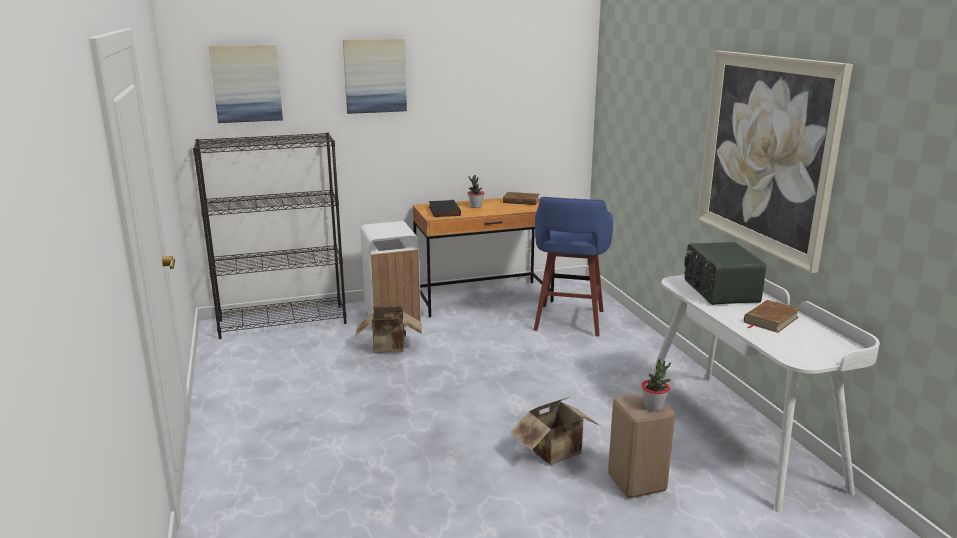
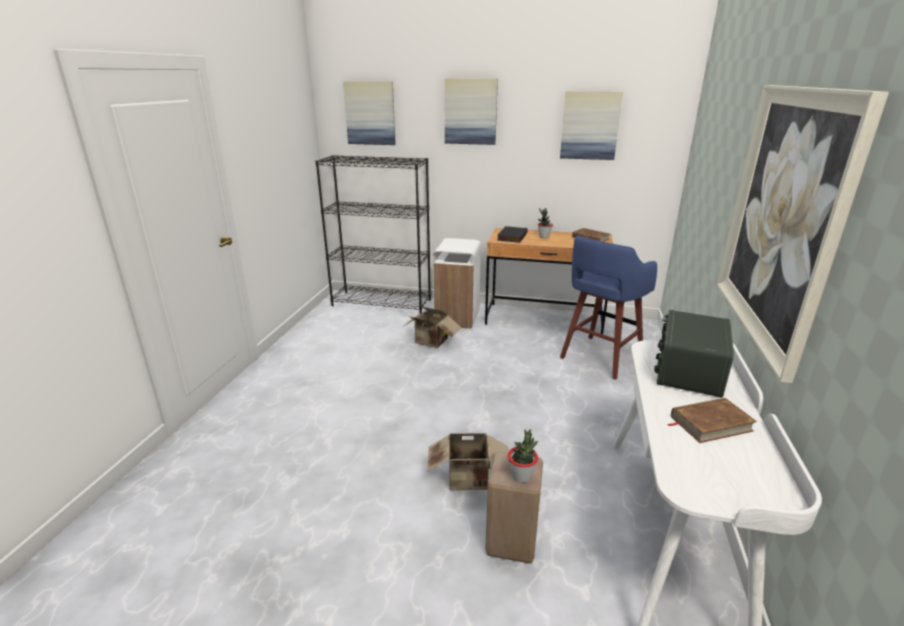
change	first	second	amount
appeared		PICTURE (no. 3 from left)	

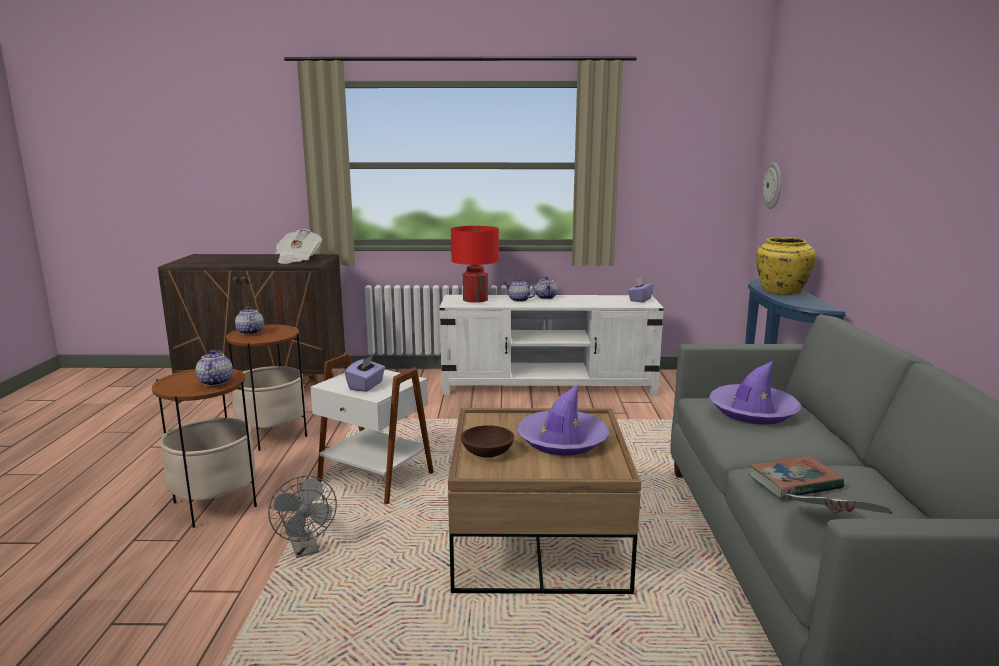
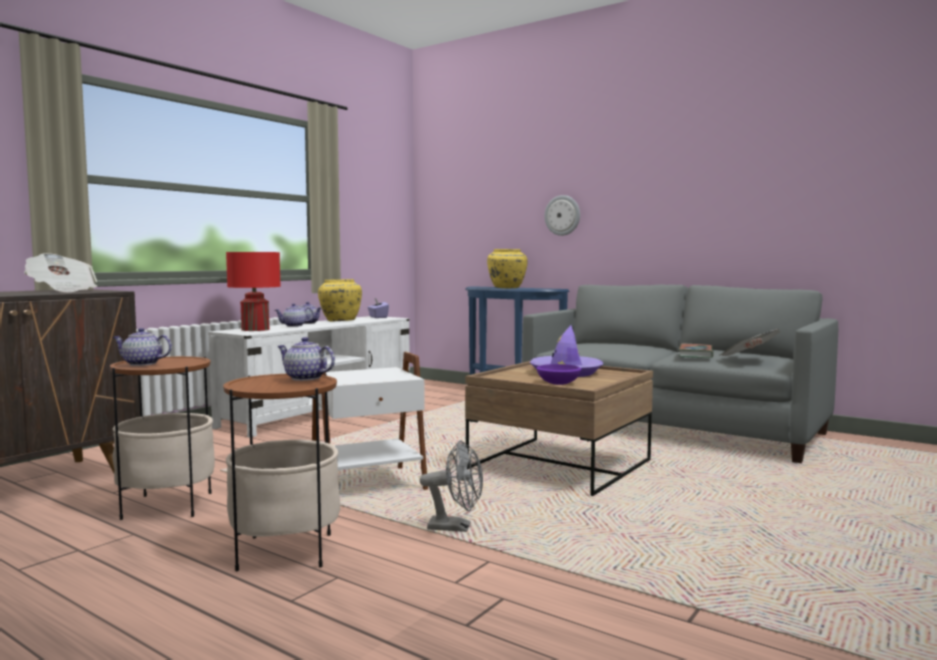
change	first	second	amount
missing	PURPLE-COLOURED BOX OF TISSUES (no. 1 from left)		
missing	PURPLE-COLOURED WEARABLE HAT (no. 2 from left)		
appeared		YELLOW FLOWER VASE (no. 1 from left)	
relocated	HANGING CLOCK		
colour	BROWN-COLOURED DEEP DISH	PURPLE-COLOURED DEEP DISH	

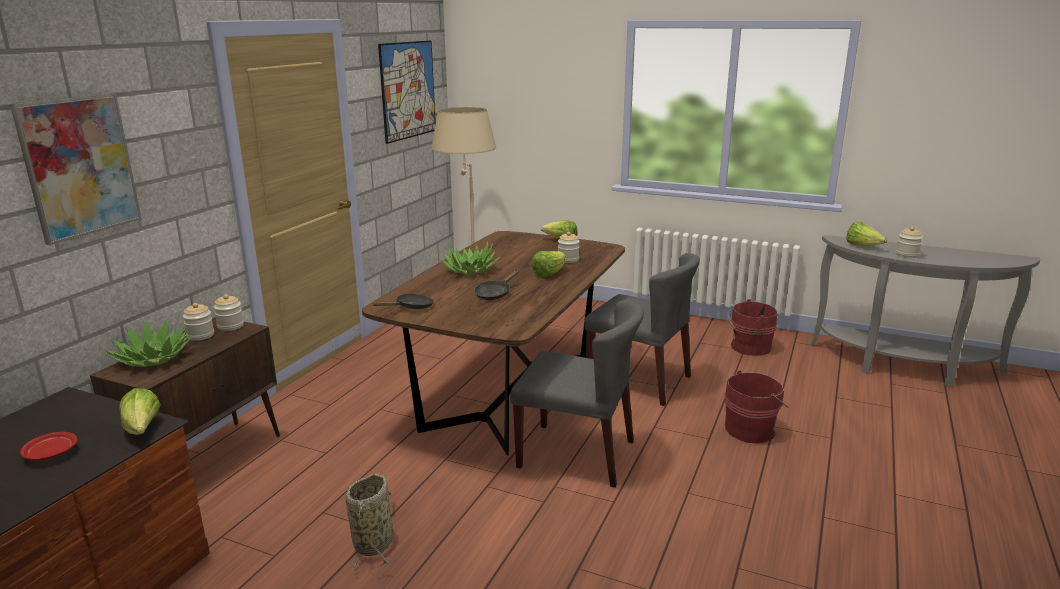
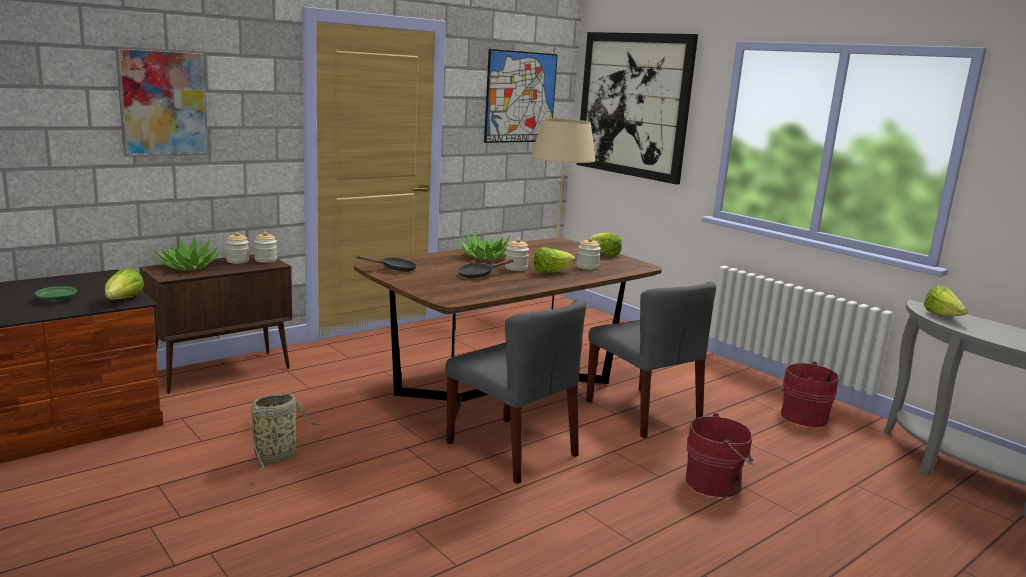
change	first	second	amount
appeared		PICTURE (no. 3 from left)	
relocated	PRESERVE JAR (no. 4 from left in the first image)	PRESERVE JAR (no. 3 from left)	
colour	RED DINNER PLATE	GREEN-COLOURED DINNER PLATE	

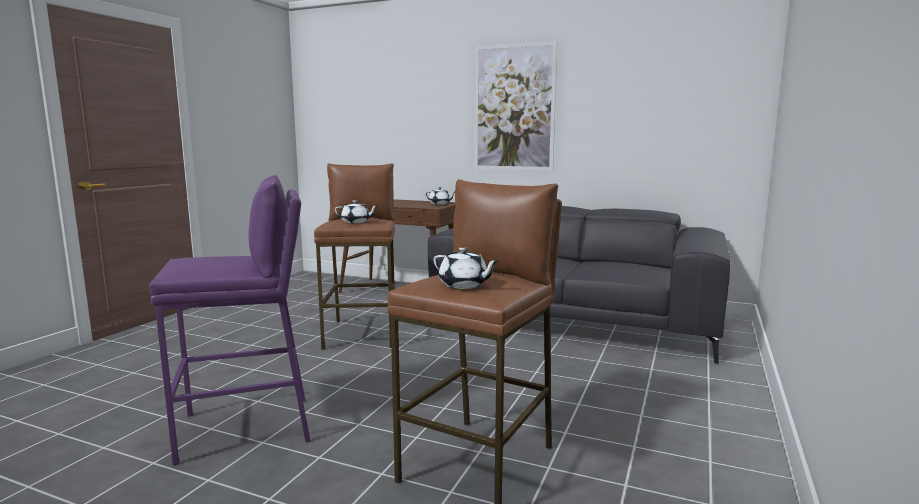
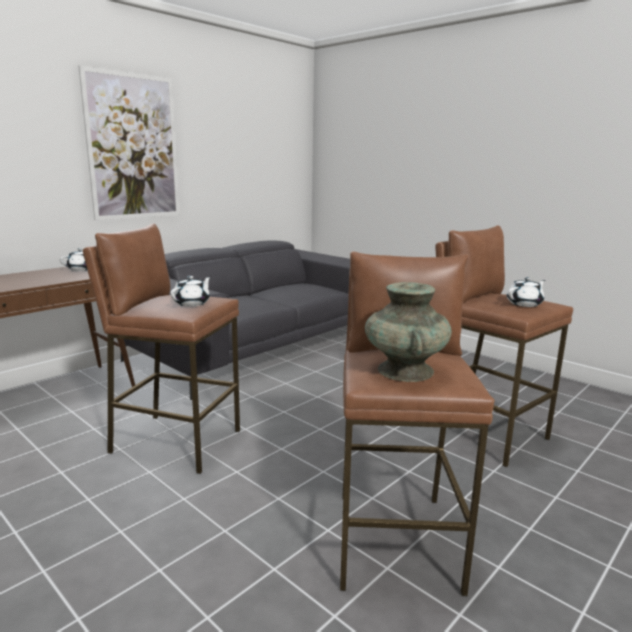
change	first	second	amount
appeared		TURQUOISE FLOWER VASE	
colour	PURPLE-COLOURED STOOL SEAT	BROWN-COLOURED STOOL SEAT (no. 2 from left)	

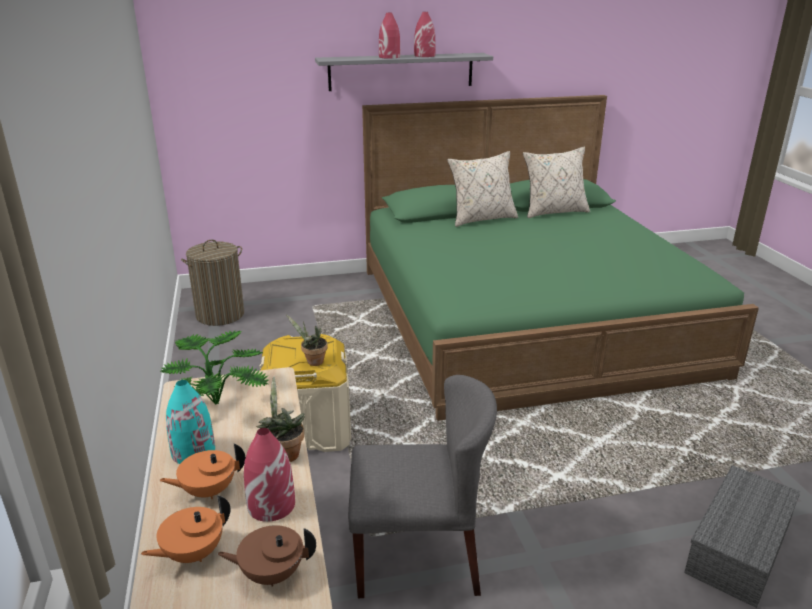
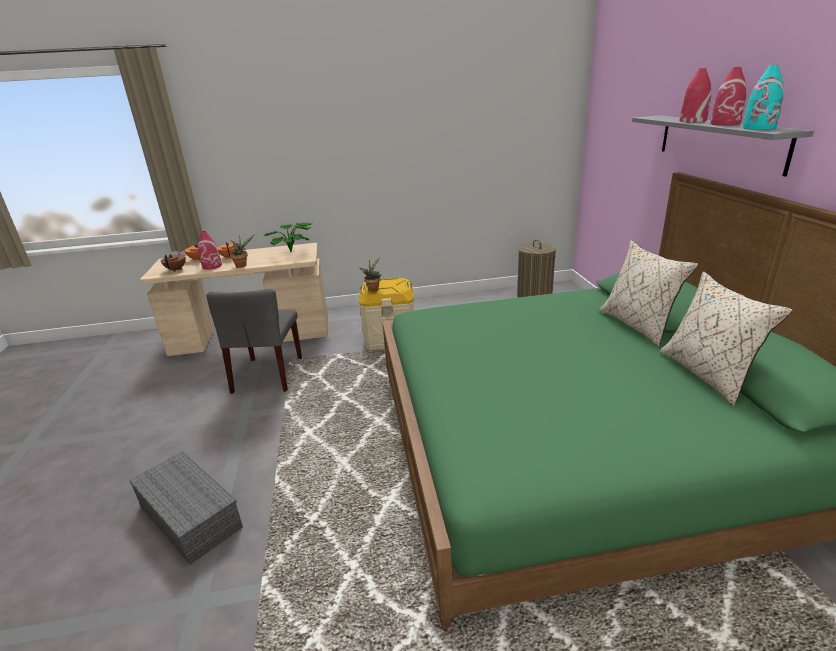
change	first	second	amount
relocated	TURQUOISE FLOWER VASE		

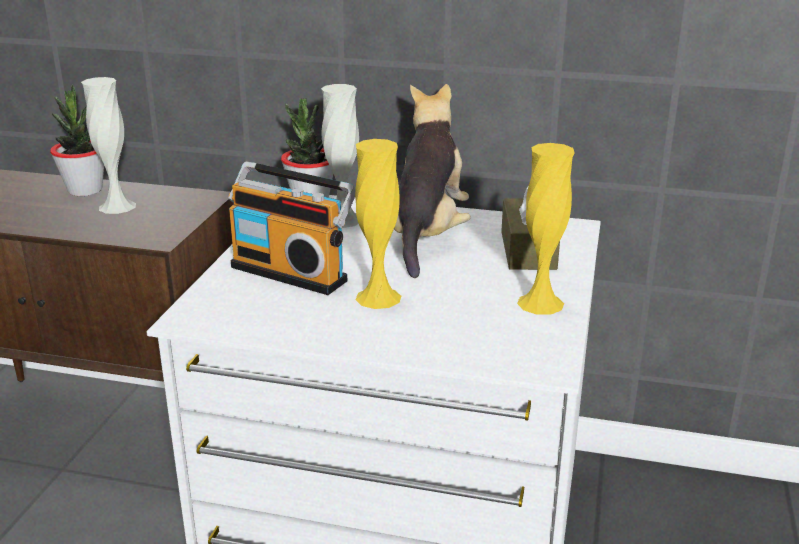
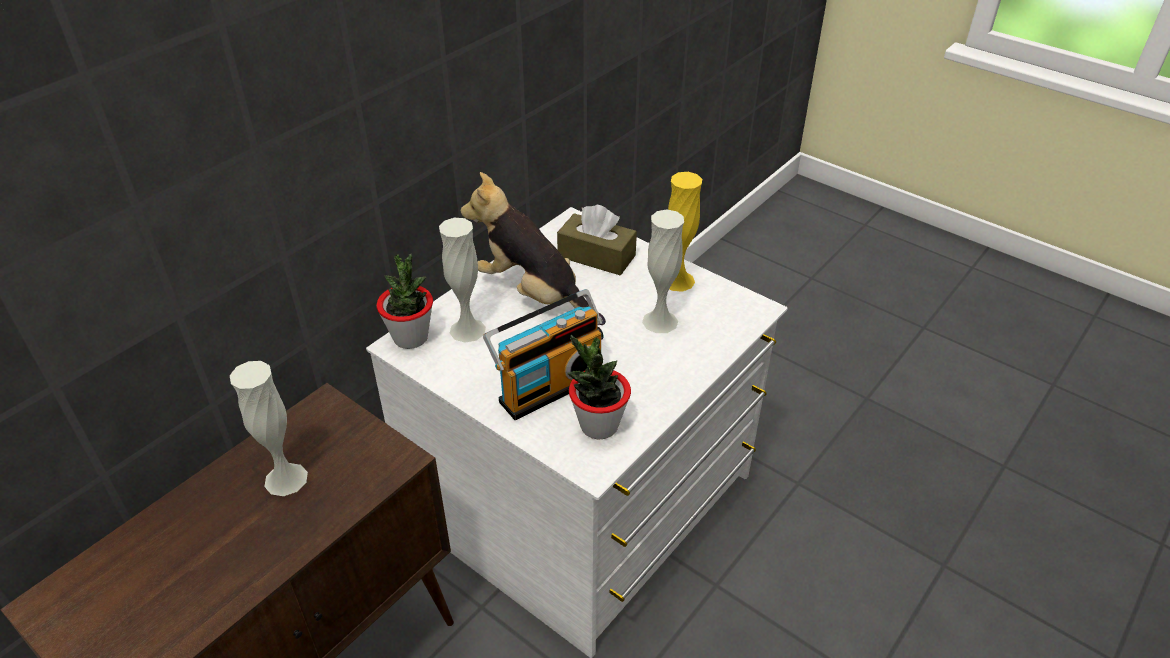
change	first	second	amount
missing	YELLOW FLOWER VASE (no. 1 from left)		
appeared		WHITE FLOWER VASE (no. 3 from left)	
relocated	PLANT IN A POT (no. 1 from left in the first image)	PLANT IN A POT (no. 2 from left)	

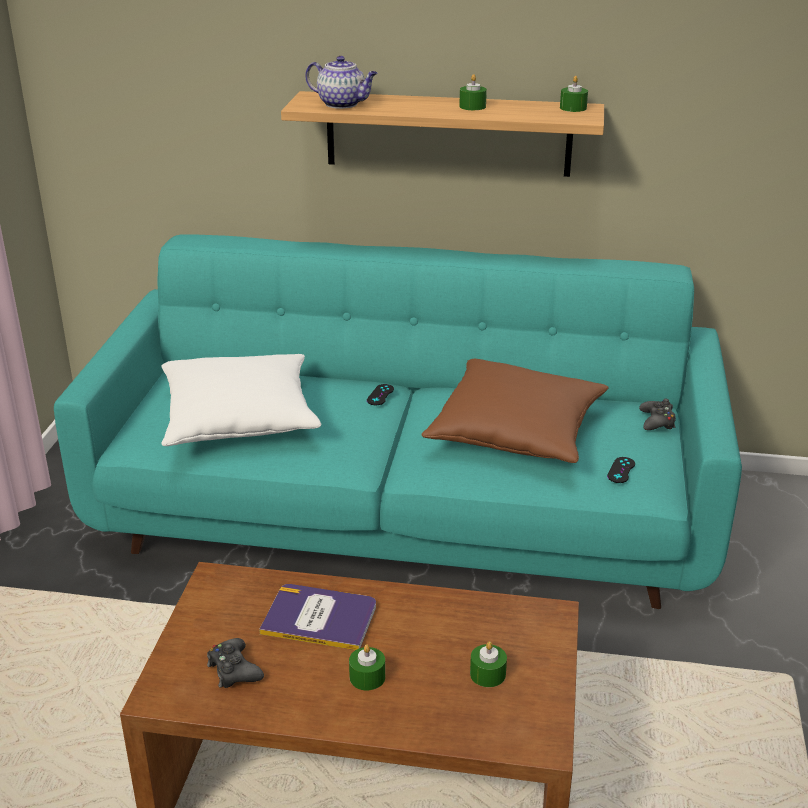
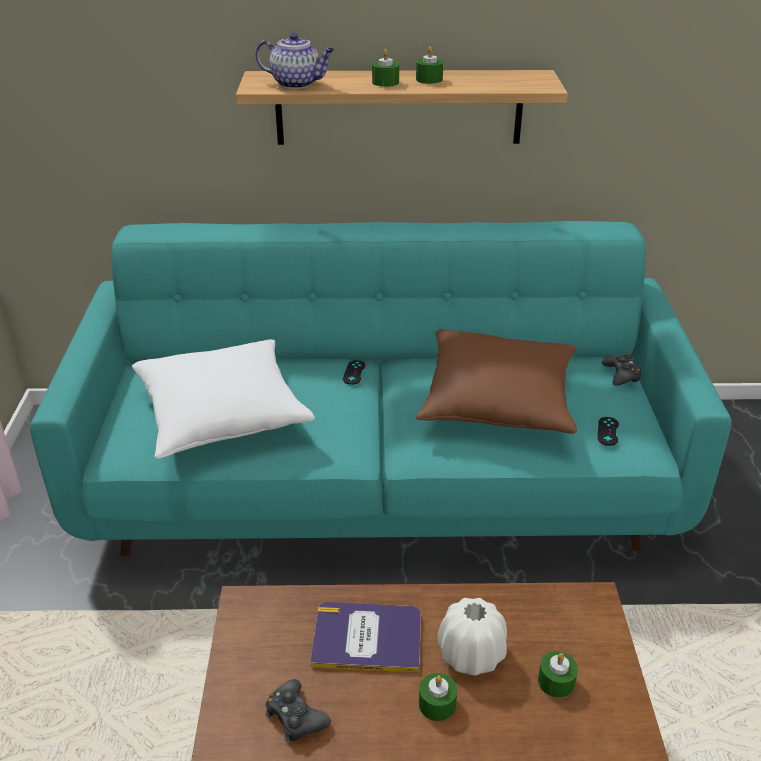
change	first	second	amount
appeared		WHITE FLOWER VASE	
relocated	GREEN-COLOURED CANDLE (no. 4 from left in the first image)	GREEN-COLOURED CANDLE (no. 1 from left)	

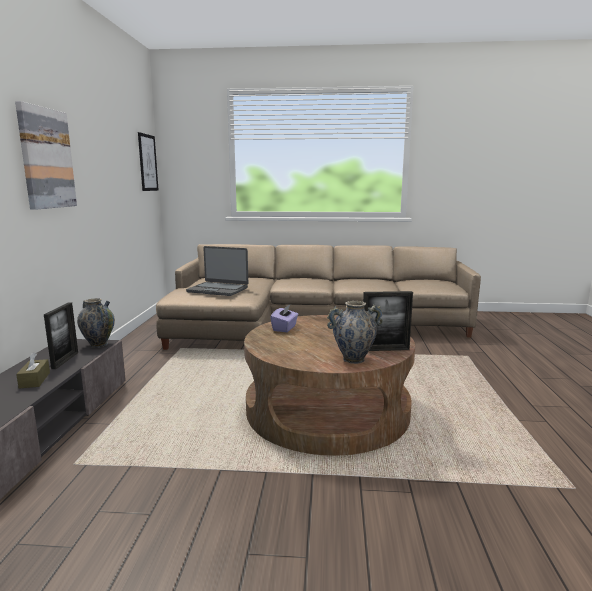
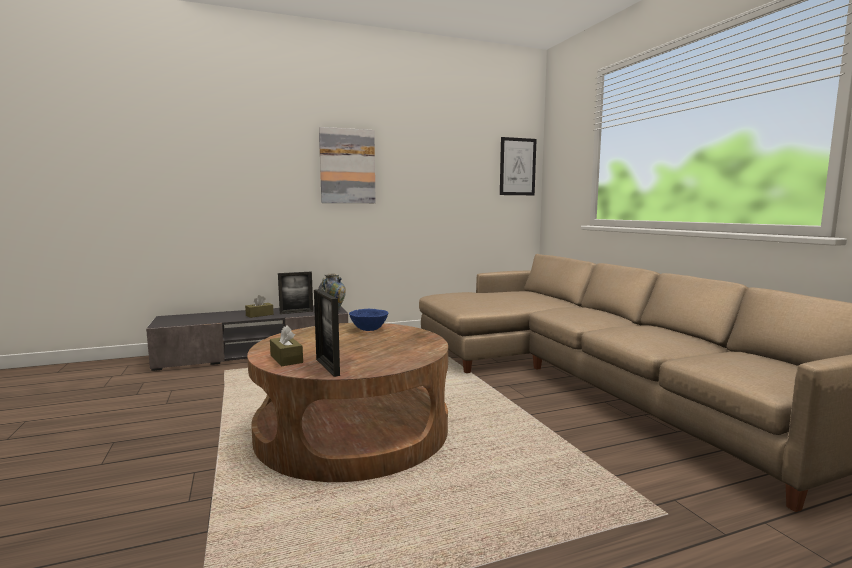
change	first	second	amount
missing	LAPTOP		
exchanged	PURPLE-COLOURED BOX OF TISSUES	BLUE-COLOURED DEEP DISH	
exchanged	FLOWER VASE (no. 2 from left)	BROWN-COLOURED BOX OF TISSUES (no. 2 from left)	

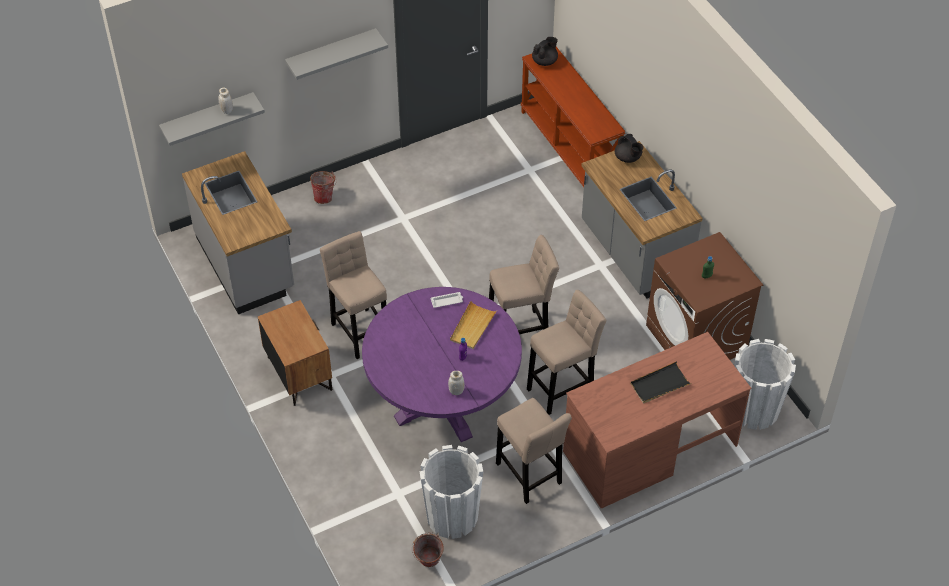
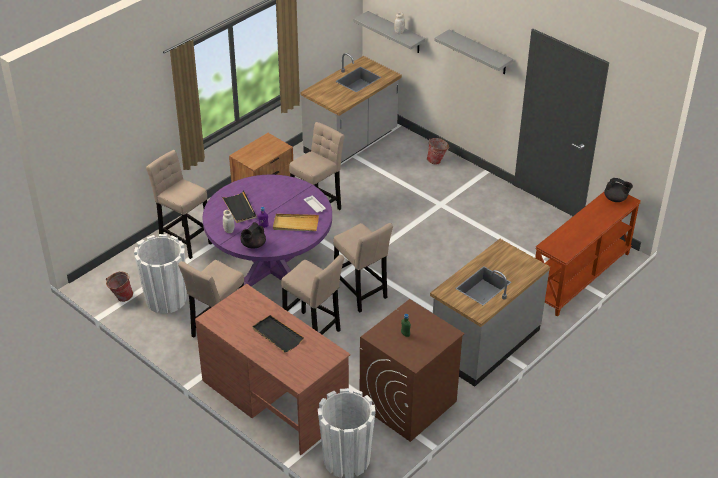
change	first	second	amount
appeared		BEIGE-COLOURED STOOL SEAT (no. 1 from left)	
appeared		BLACK-COLOURED TRAY (no. 1 from left)	
relocated	BLACK-COLOURED POT FOR TEA (no. 2 from left in the first image)	BLACK-COLOURED POT FOR TEA (no. 1 from left)	

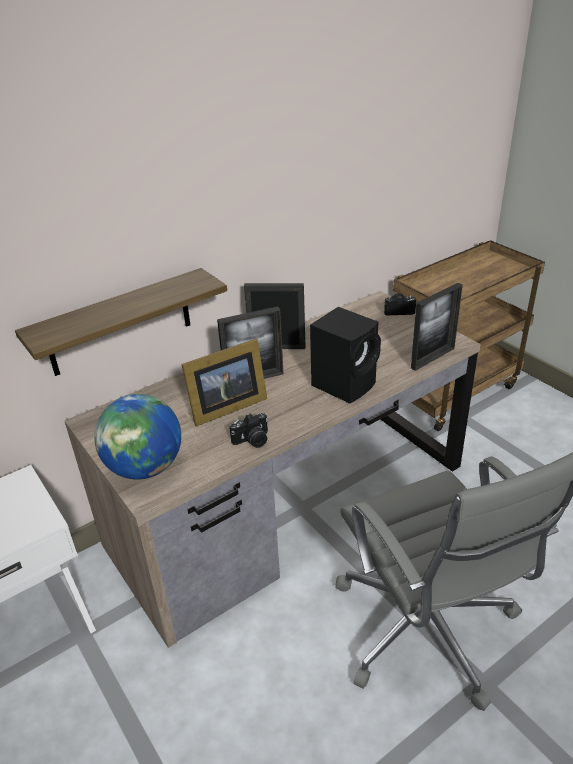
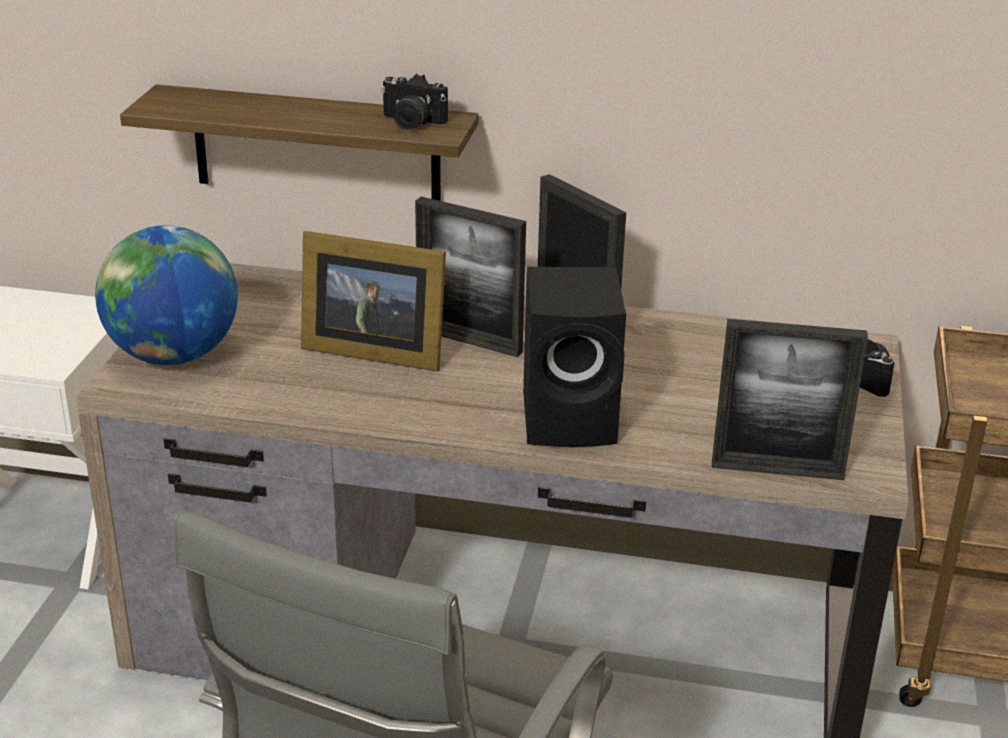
change	first	second	amount
relocated	STILL CAMERA (no. 1 from left)		

